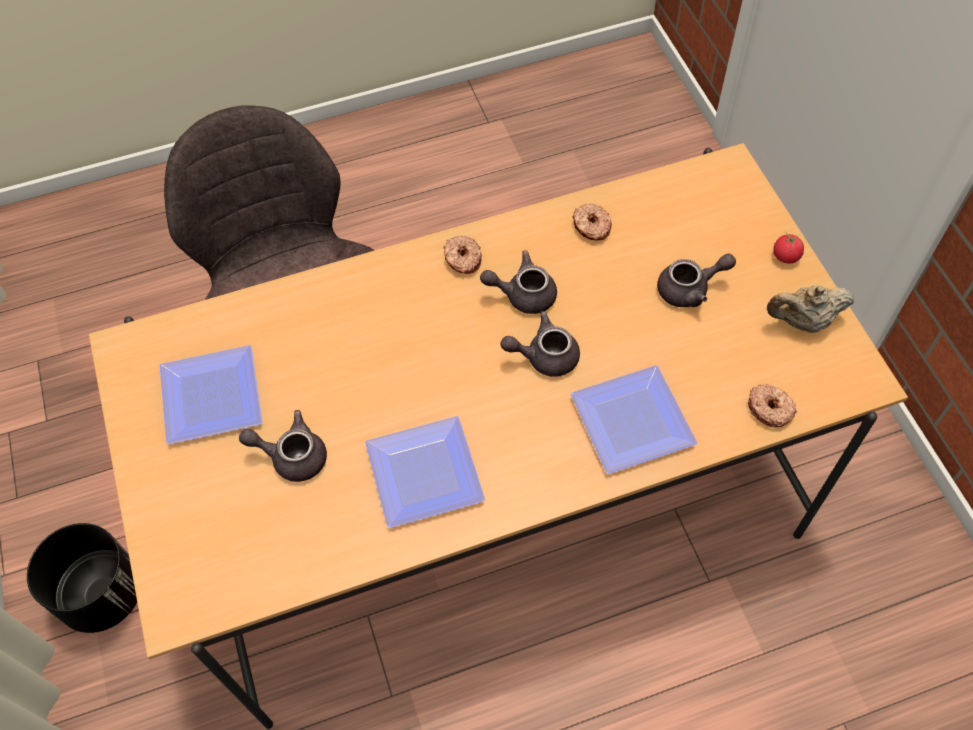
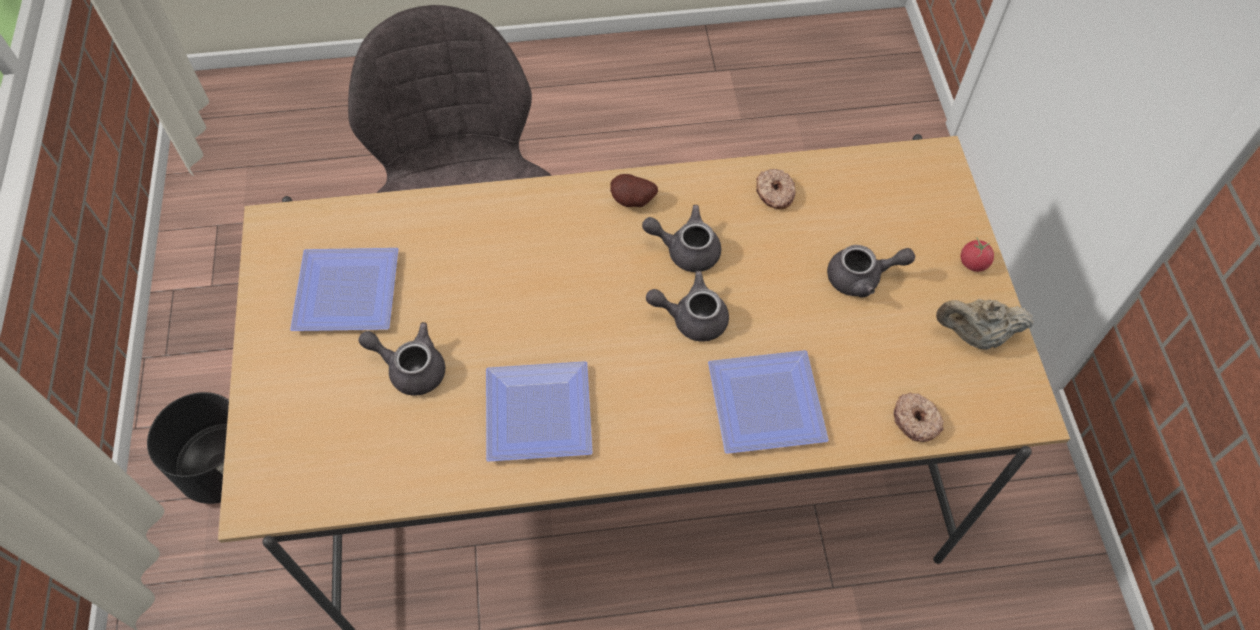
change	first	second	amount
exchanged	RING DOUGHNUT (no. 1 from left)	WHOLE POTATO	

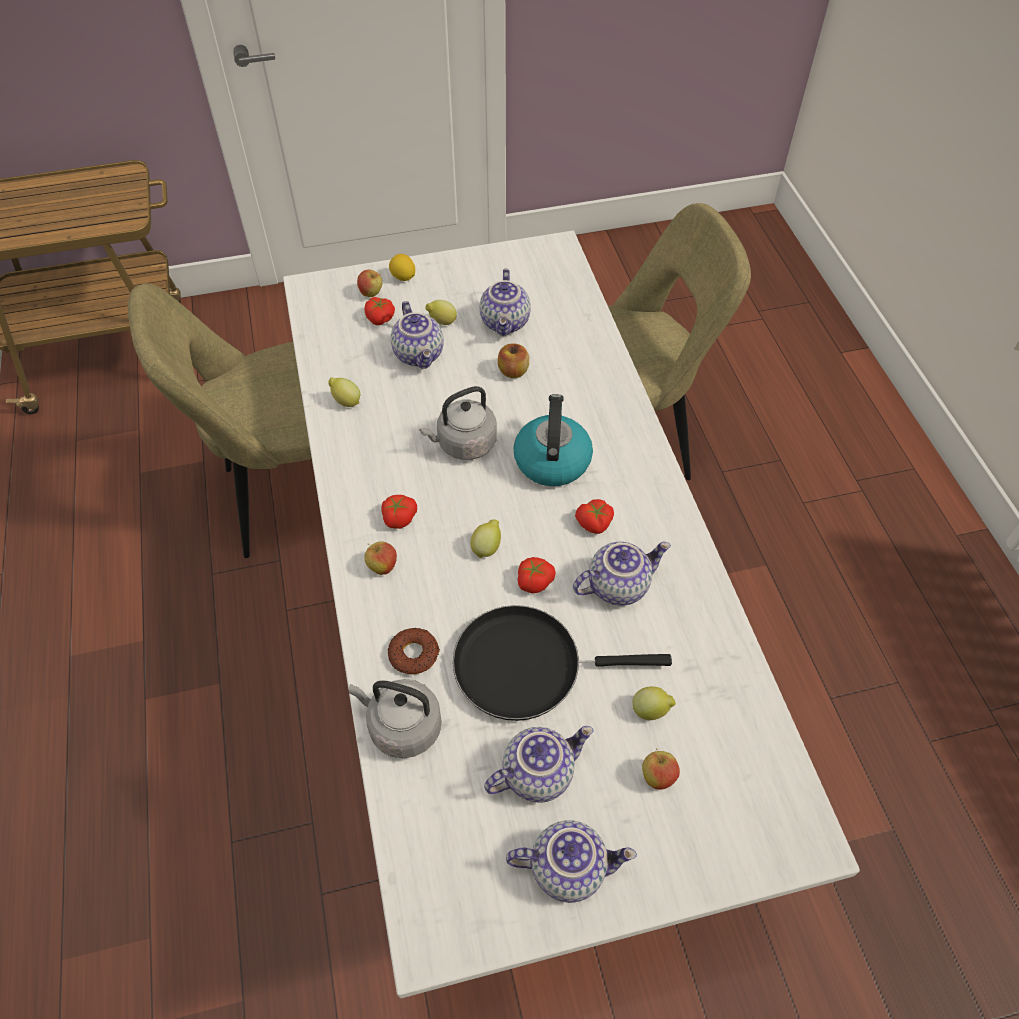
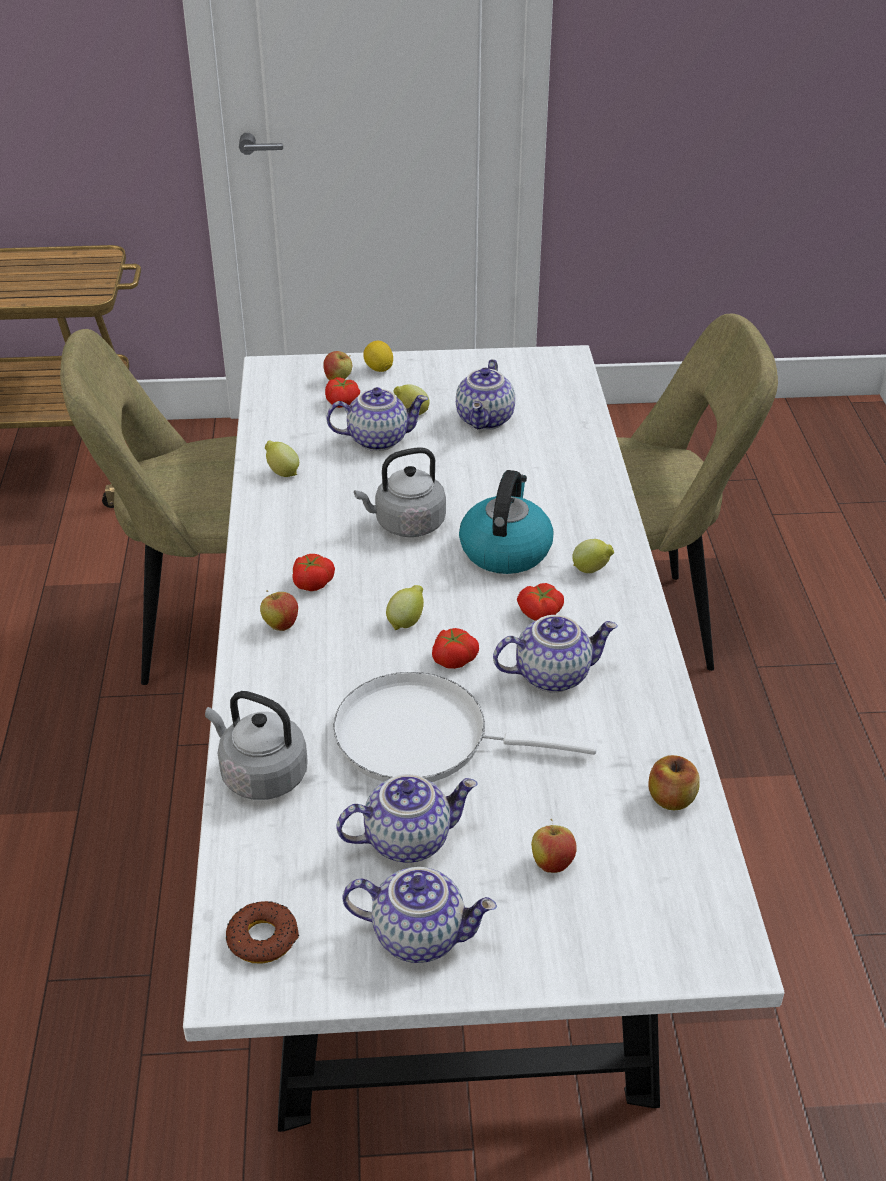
change	first	second	amount
relocated	RING DOUGHNUT		
relocated	APPLE (no. 3 from left in the first image)	APPLE (no. 4 from left)	
relocated	CITRUS FRUIT (no. 5 from left)		
colour	BLACK-COLOURED SKILLET	WHITE SKILLET	
spun	POT FOR TEA (no. 1 from left)		90 degrees counterclockwise

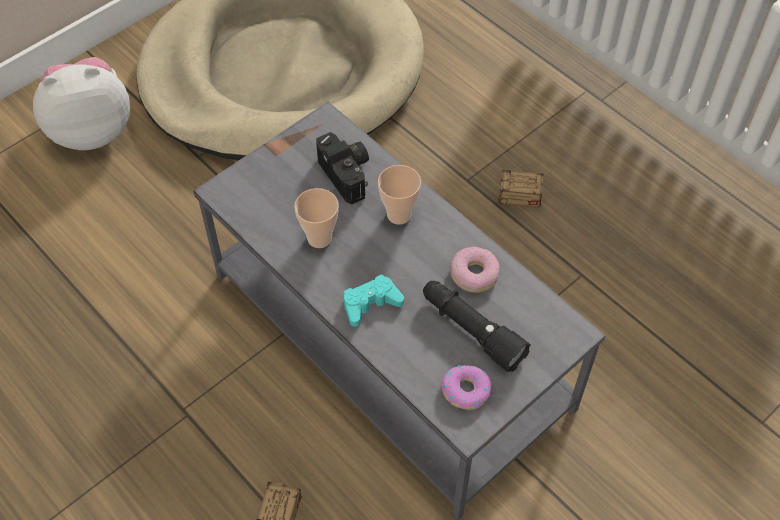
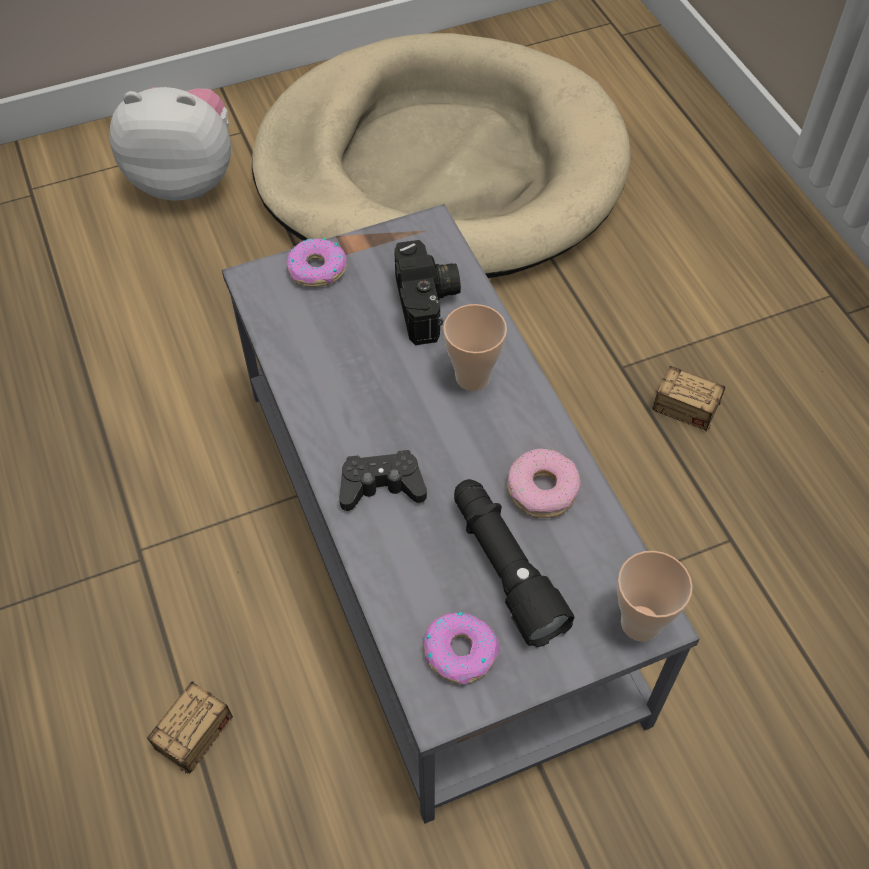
change	first	second	amount
appeared		RING DOUGHNUT (no. 1 from left)	
relocated	SMALL CUP (no. 1 from left in the first image)	SMALL CUP (no. 2 from left)	
colour	TURQUOISE GAMEPAD	BLACK-COLOURED GAMEPAD	

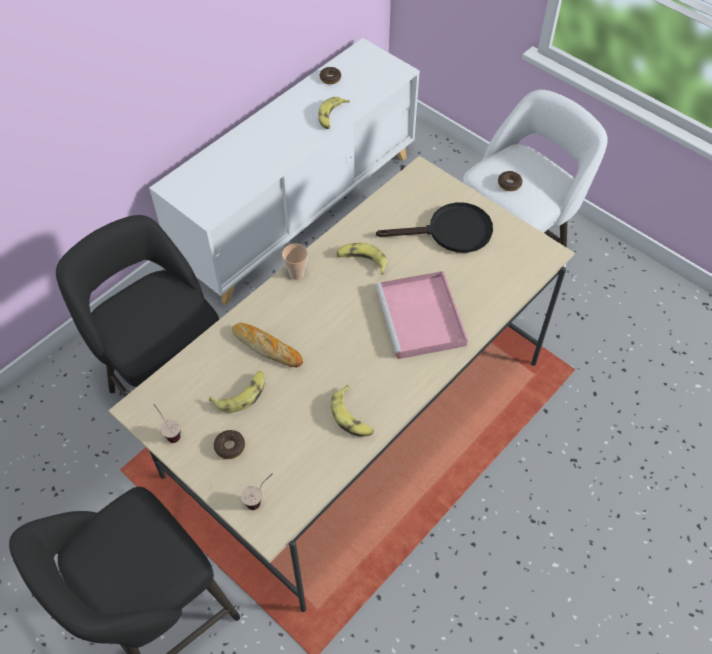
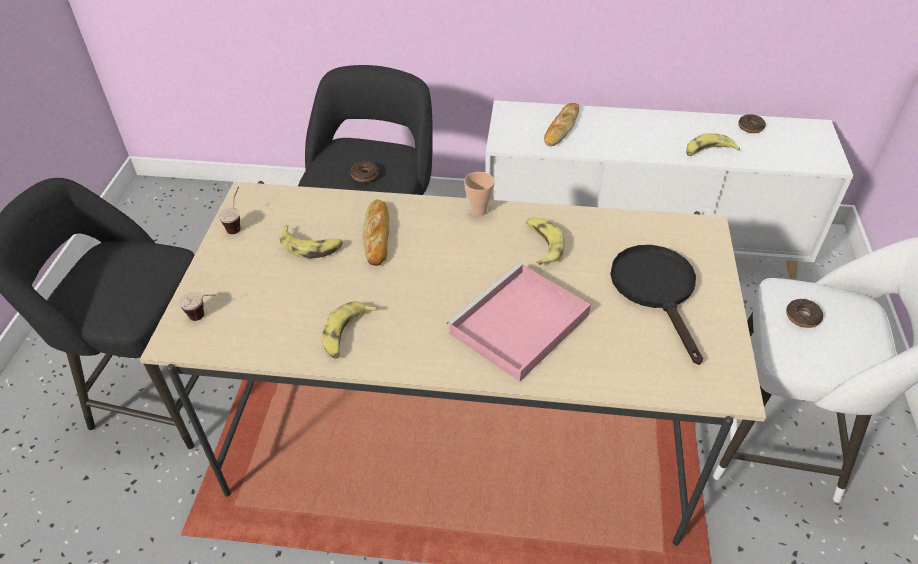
change	first	second	amount
appeared		BAKERY BREAD (no. 2 from left)	
relocated	RING DOUGHNUT (no. 1 from left)		
spun	BLACK-COLOURED SKILLET		150 degrees counterclockwise

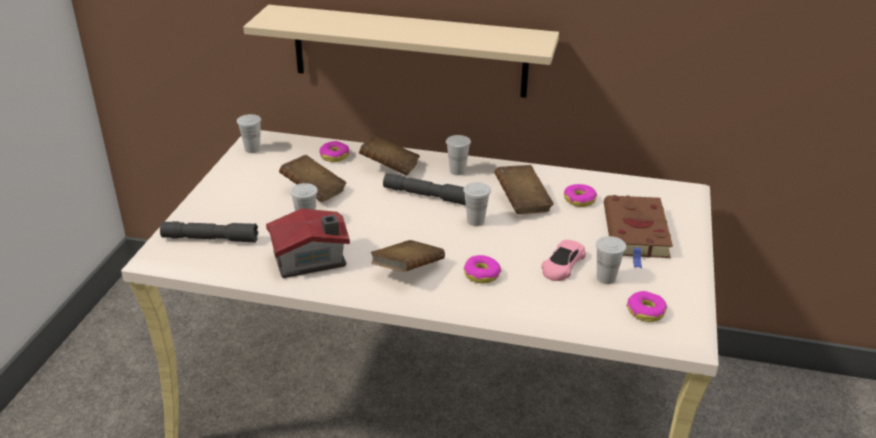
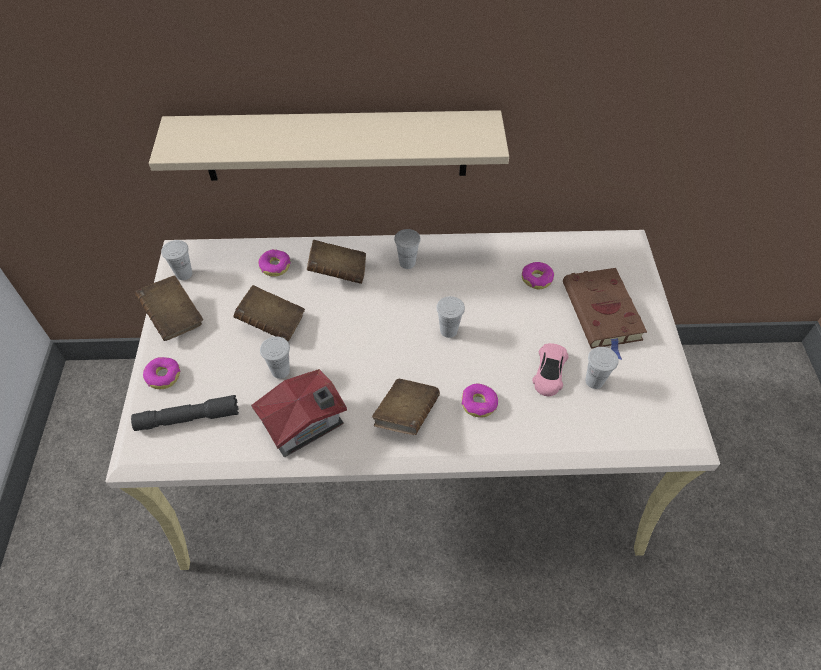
change	first	second	amount
missing	GREY HAND TORCH (no. 2 from left)		
relocated	BROWN-COLOURED VOLUME (no. 4 from left in the first image)	BROWN-COLOURED VOLUME (no. 1 from left)	
relocated	RING DOUGHNUT (no. 4 from left in the first image)	RING DOUGHNUT (no. 1 from left)	

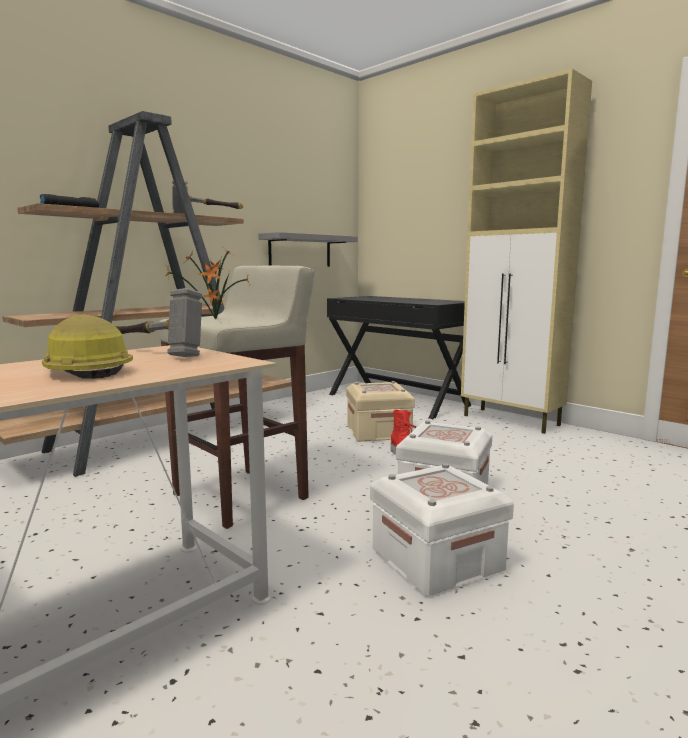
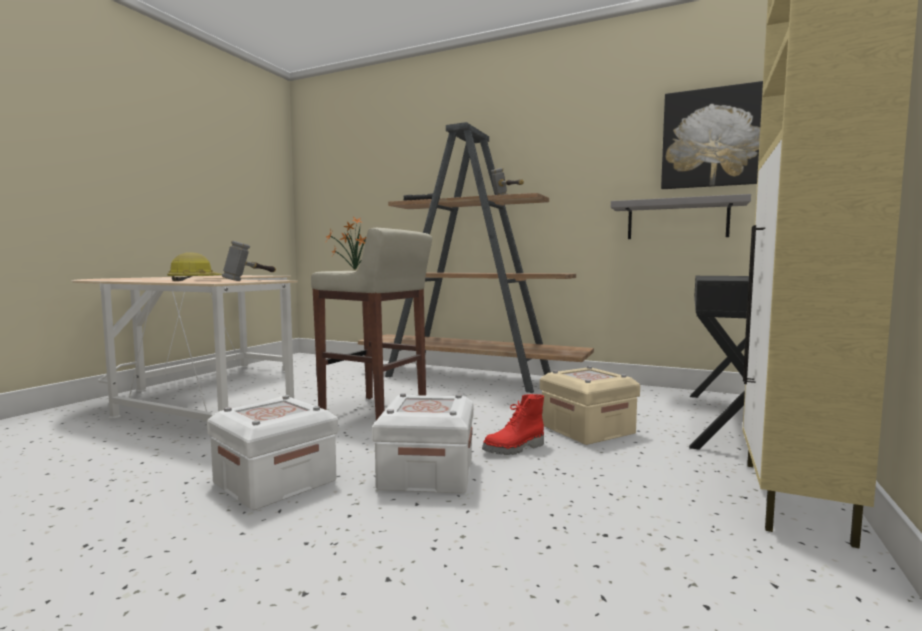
change	first	second	amount
appeared		PICTURE	

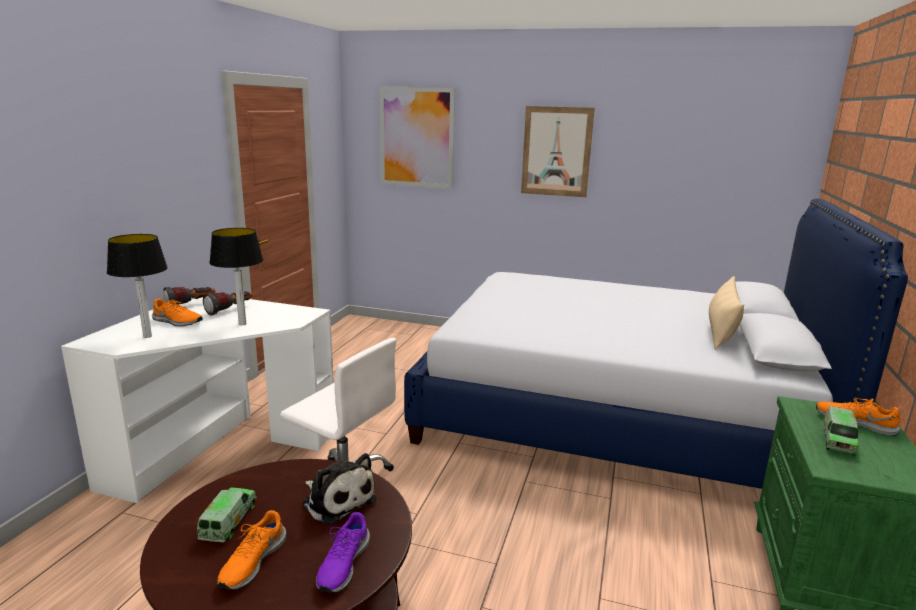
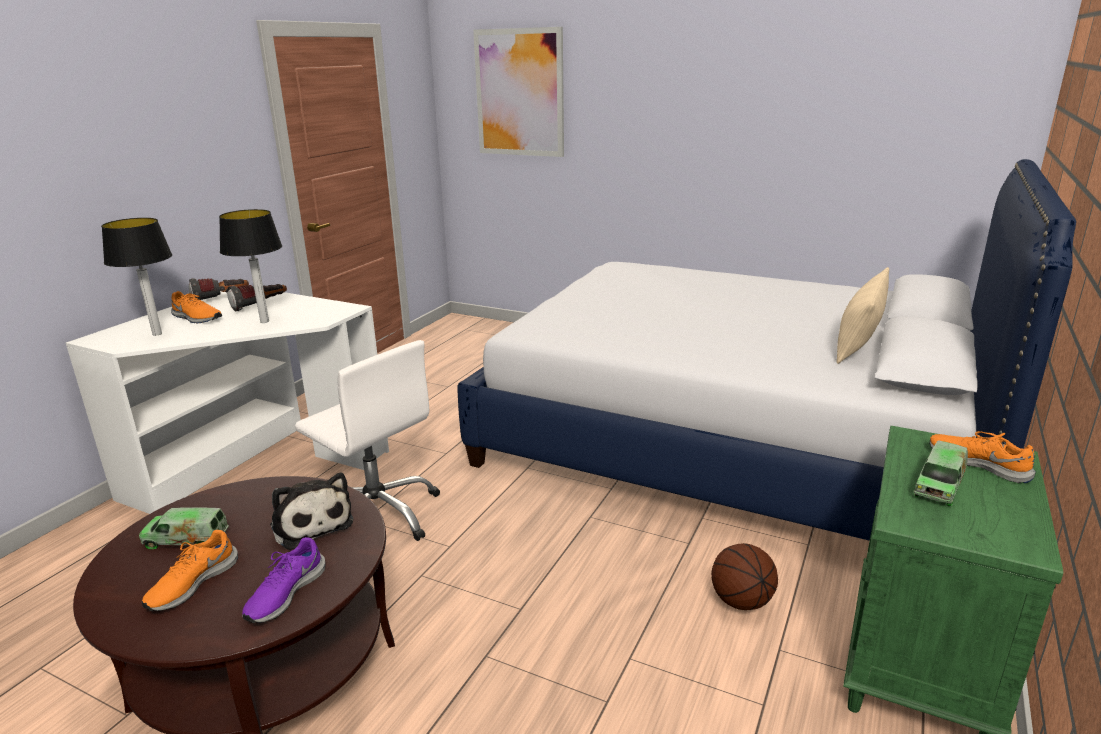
change	first	second	amount
missing	PICTURE (no. 2 from left)		
appeared		BASKETBALL	
spun	TOY LORRY (no. 1 from left)		105 degrees counterclockwise

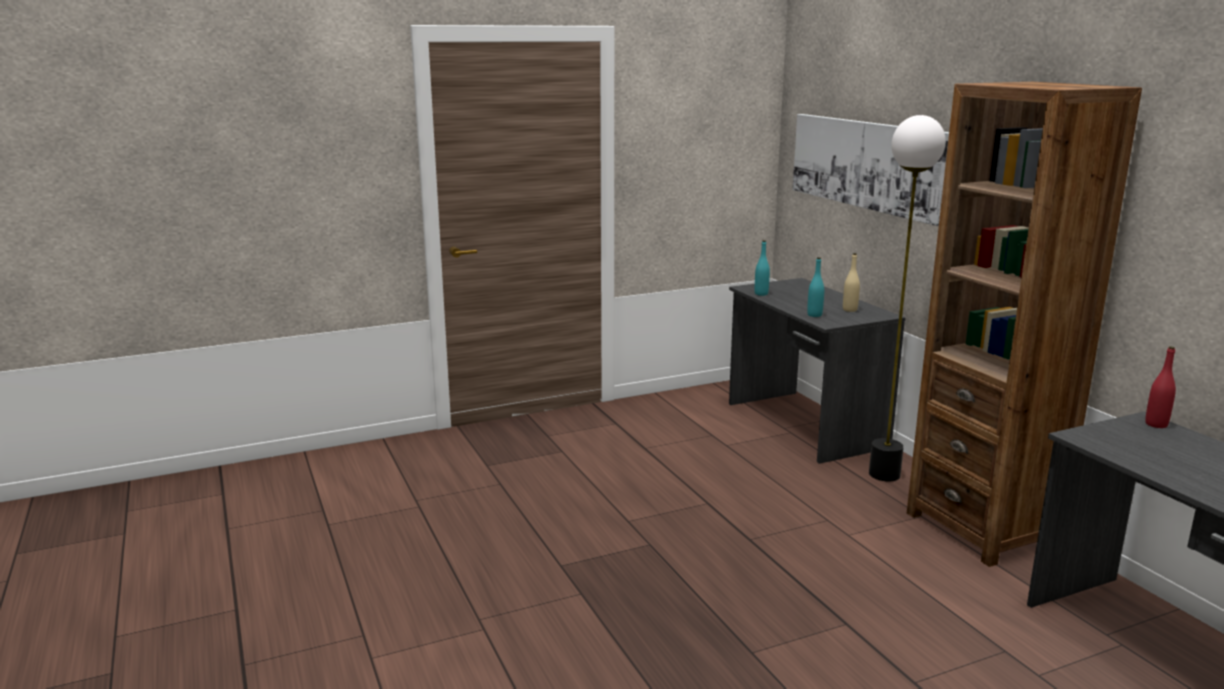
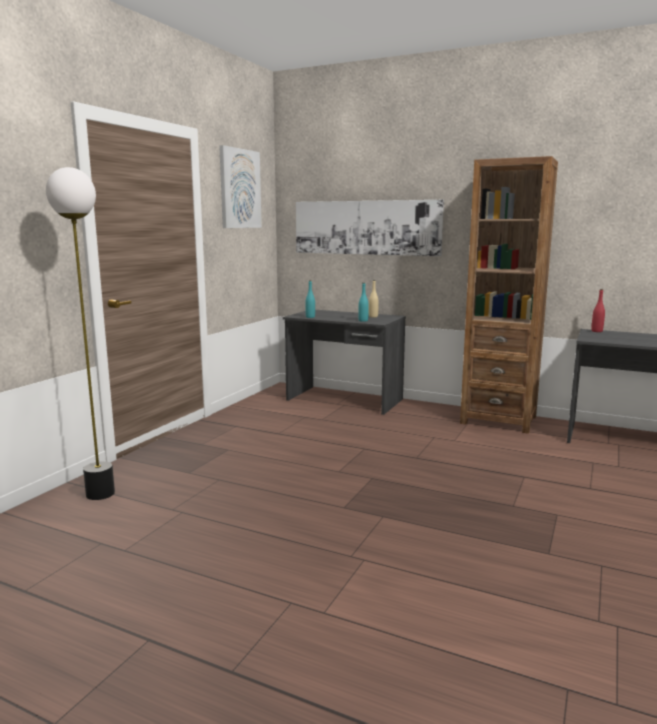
change	first	second	amount
appeared		PICTURE (no. 1 from left)	
relocated	STANDARD LAMP		

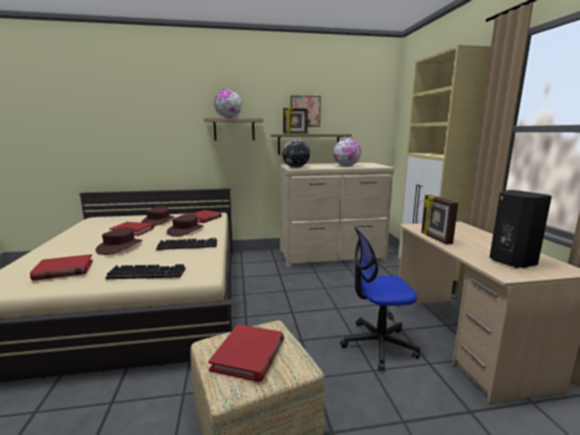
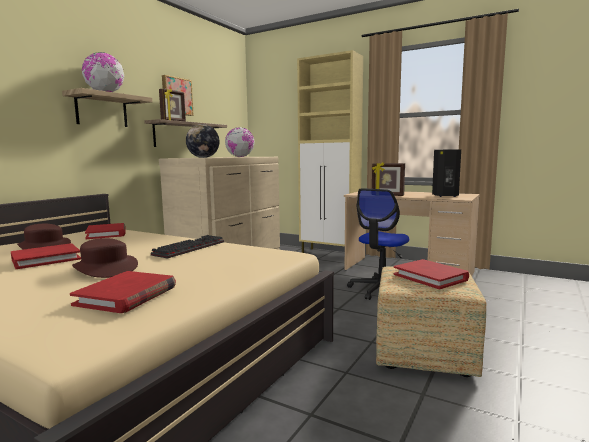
change	first	second	amount
missing	COMPUTER KEYBOARD (no. 1 from left)		
missing	BROWN-COLOURED WEARABLE HAT (no. 3 from left)		

